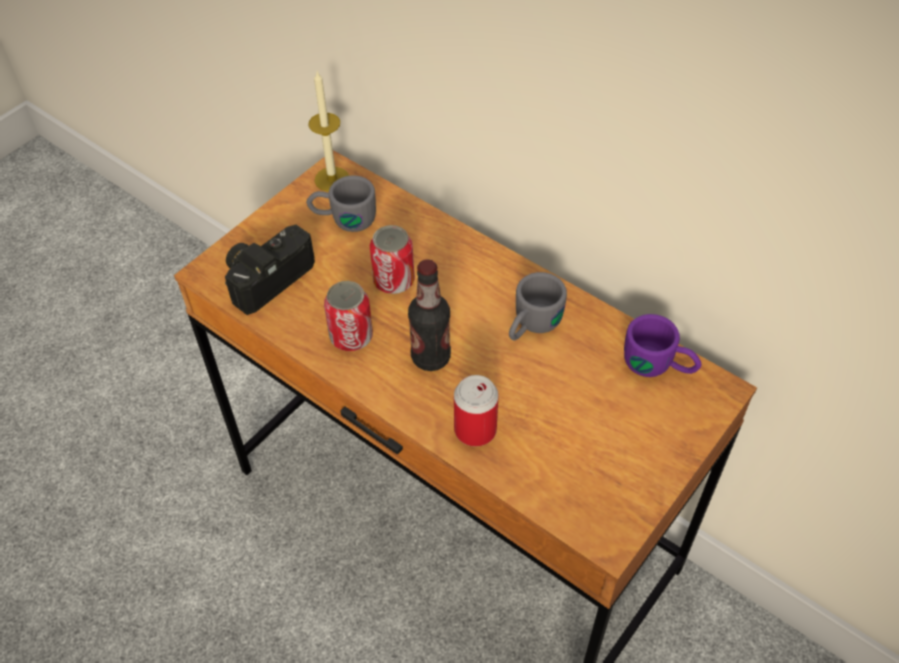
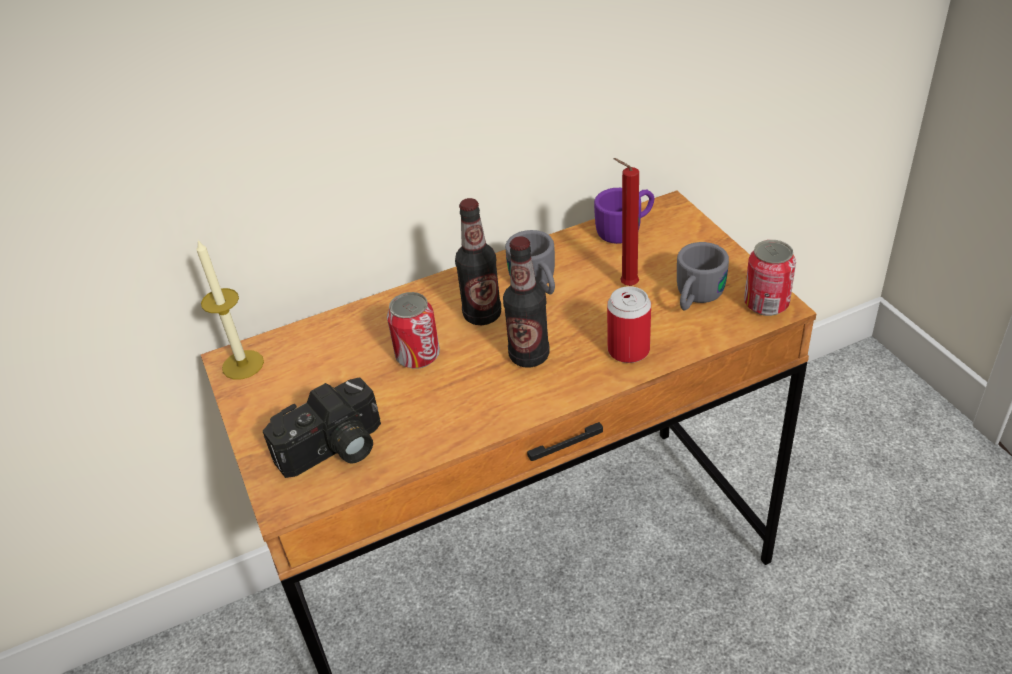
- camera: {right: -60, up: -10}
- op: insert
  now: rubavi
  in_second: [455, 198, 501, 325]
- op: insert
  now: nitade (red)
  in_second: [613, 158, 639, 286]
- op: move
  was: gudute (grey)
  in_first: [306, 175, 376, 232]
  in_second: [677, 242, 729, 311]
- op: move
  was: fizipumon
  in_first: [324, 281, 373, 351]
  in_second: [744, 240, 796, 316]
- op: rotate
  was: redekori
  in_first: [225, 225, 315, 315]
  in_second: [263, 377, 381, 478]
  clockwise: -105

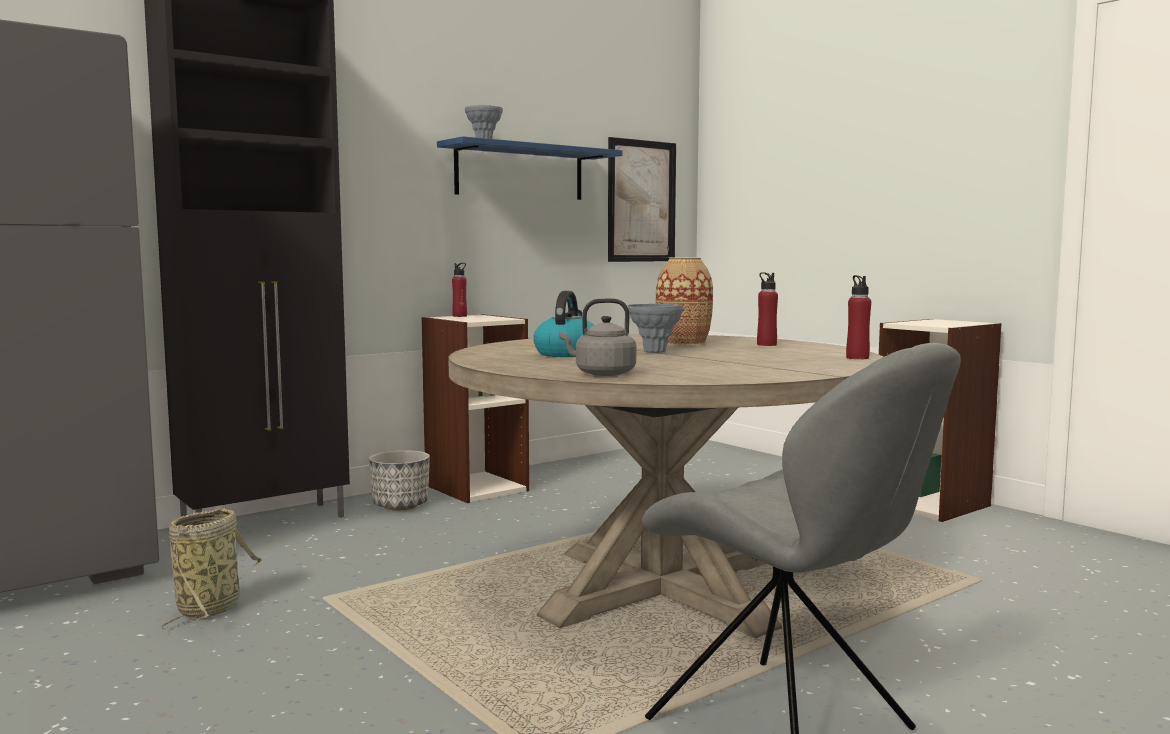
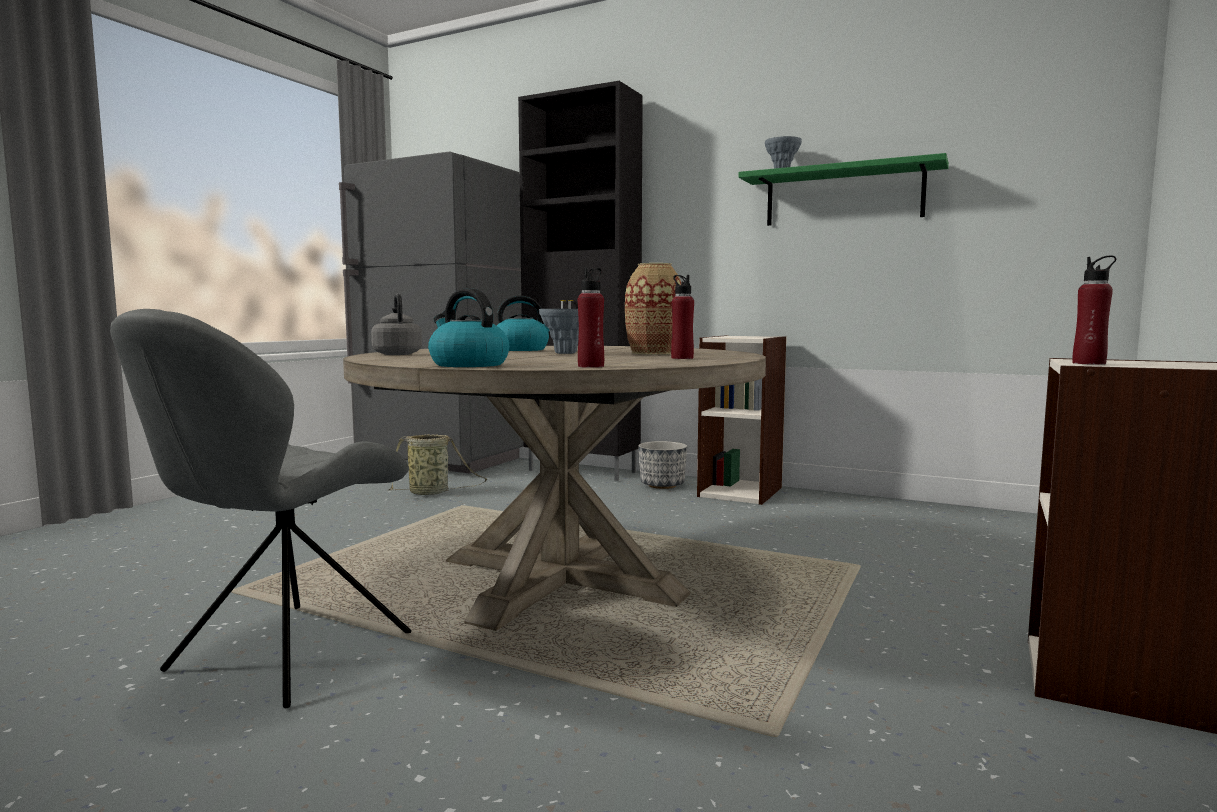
- camera: {right: 65, up: 0}
- op: delete
  was: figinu
  in_first: [608, 137, 676, 262]
- op: insert
  now: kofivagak
  in_second: [428, 288, 510, 367]
- op: move
  was: rubavi (red)
  in_first: [452, 263, 467, 317]
  in_second: [1072, 255, 1116, 365]
- op: recolor
  was: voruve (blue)
  now: voruve (green)
  in_first: [437, 136, 622, 200]
  in_second: [738, 153, 949, 226]

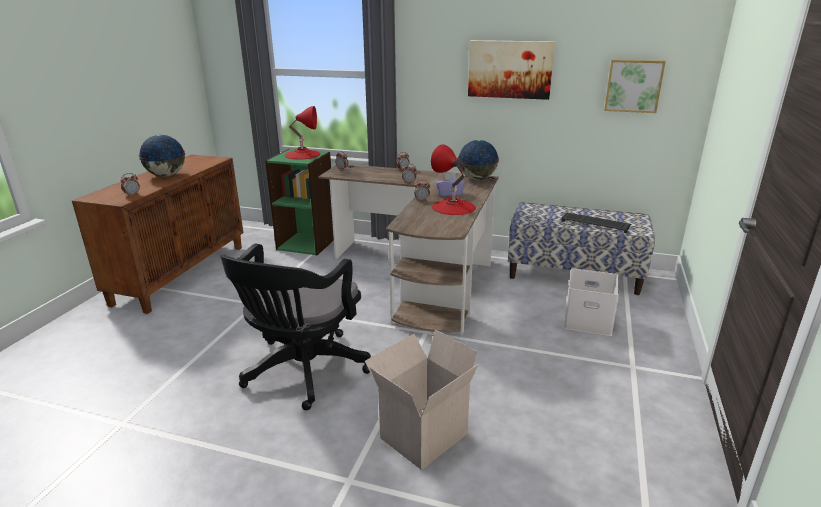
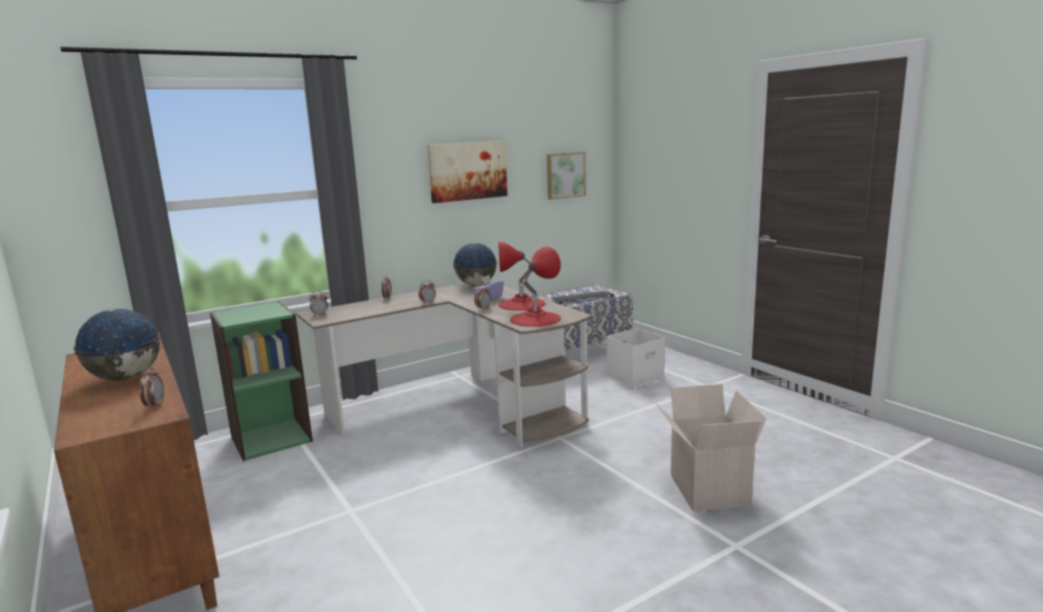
- camera: {right: -50, up: -10}
- op: delete
  was: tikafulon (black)
  in_first: [220, 244, 371, 410]
- op: move
  was: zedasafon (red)
  in_first: [285, 106, 320, 160]
  in_second: [510, 247, 561, 327]

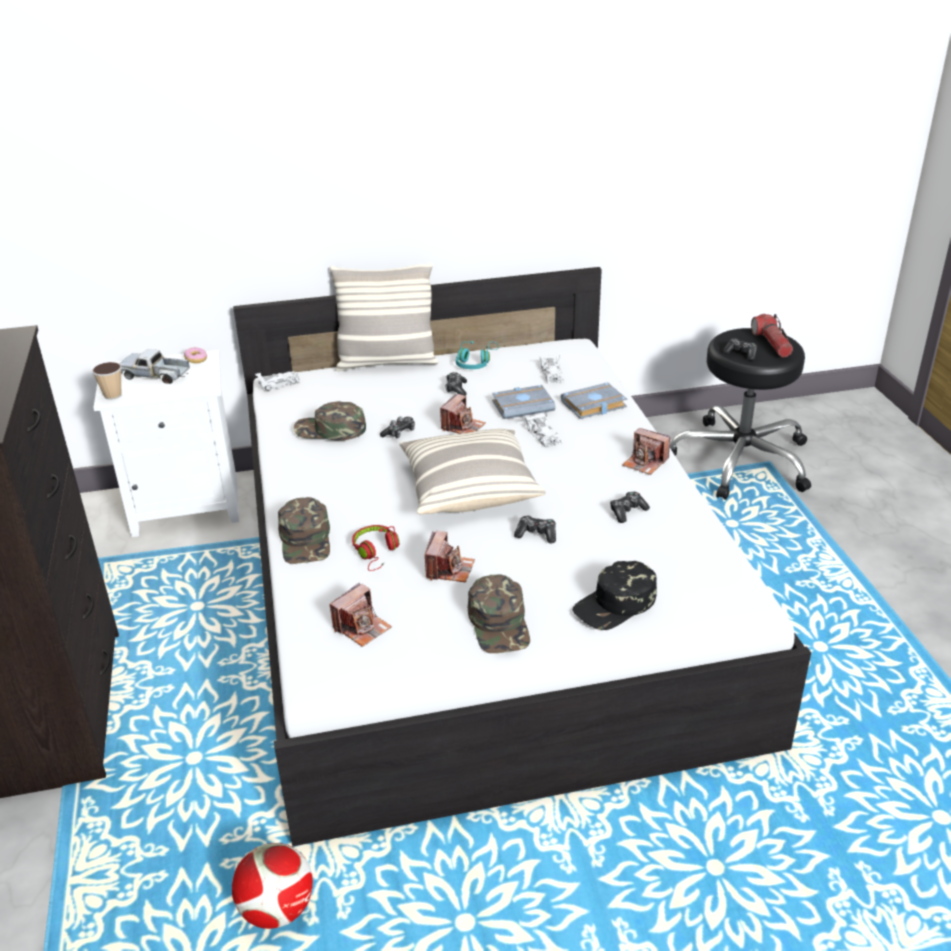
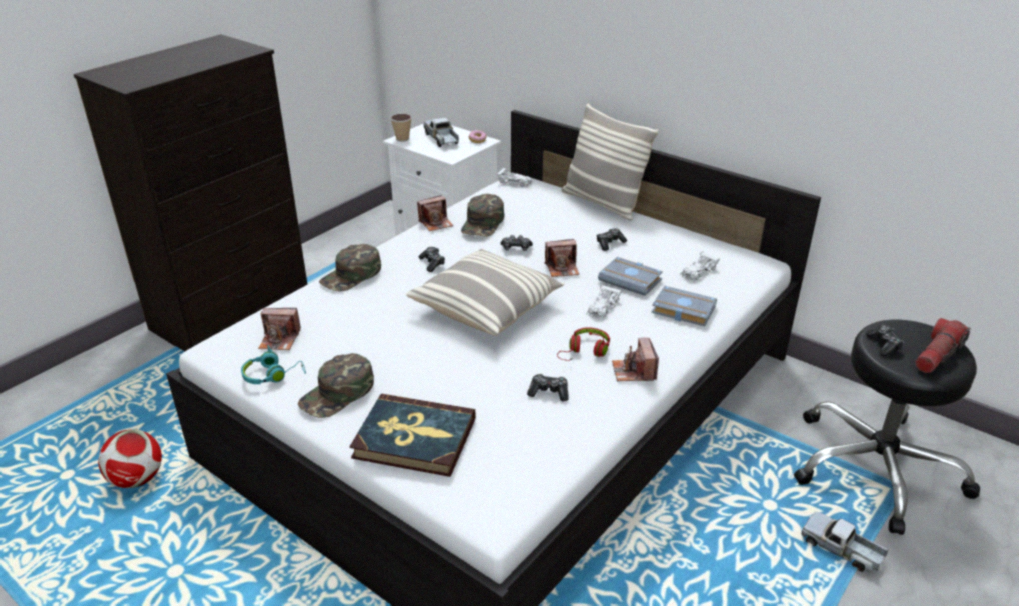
- camera: {right: 50, up: 0}
- op: insert
  now: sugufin
  in_second: [801, 511, 888, 572]
- op: move
  was: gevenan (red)
  in_first: [352, 525, 399, 571]
  in_second: [557, 328, 610, 361]
- op: move
  was: redekori
  in_first: [425, 531, 475, 582]
  in_second: [417, 195, 453, 231]
- op: move
  was: gevenan (turquoise)
  in_first: [456, 341, 499, 369]
  in_second: [241, 345, 306, 384]
- op: move
  was: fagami
  in_first: [514, 515, 556, 543]
  in_second: [418, 247, 445, 272]
- op: replace
  was: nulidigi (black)
  now: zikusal
  in_first: [573, 561, 657, 630]
  in_second: [349, 394, 476, 477]
- op: rotate
  was: nulidigi (green)
  in_first: [294, 401, 366, 440]
  in_second: [461, 194, 505, 237]
  clockwise: -135

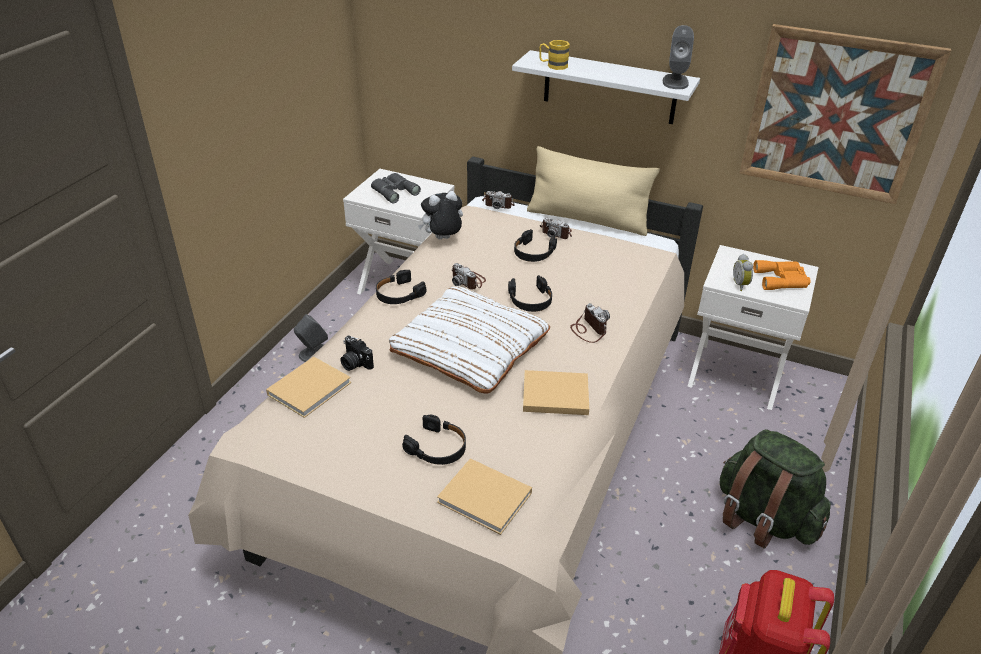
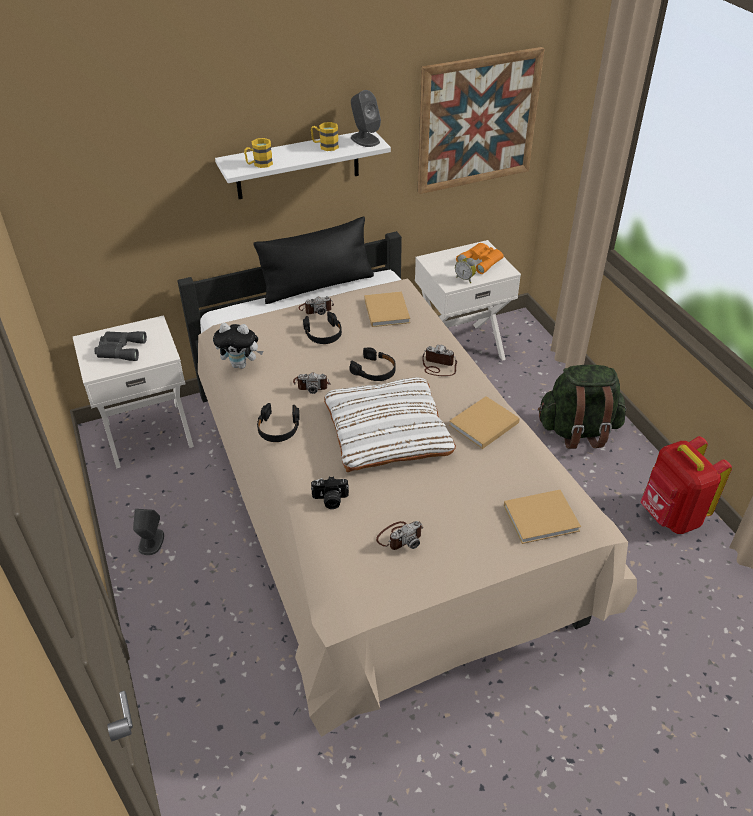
- camera: {right: -45, up: 5}
- op: delete
  was: gevenan (black)
  in_first: [402, 415, 466, 465]
- op: insert
  now: gudute (yellow)
  in_second: [311, 122, 339, 151]
- op: move
  was: zikusal (beige)
  in_first: [266, 357, 351, 418]
  in_second: [364, 291, 410, 327]
- op: move
  was: redekori
  in_first: [482, 191, 514, 209]
  in_second: [376, 521, 424, 550]
- op: recolor
  was: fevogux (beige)
  now: fevogux (black)
  in_first: [527, 146, 660, 236]
  in_second: [253, 216, 374, 304]
- op: rotate
  was: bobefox
  in_first: [418, 191, 463, 239]
  in_second: [213, 323, 263, 369]
  clockwise: -105

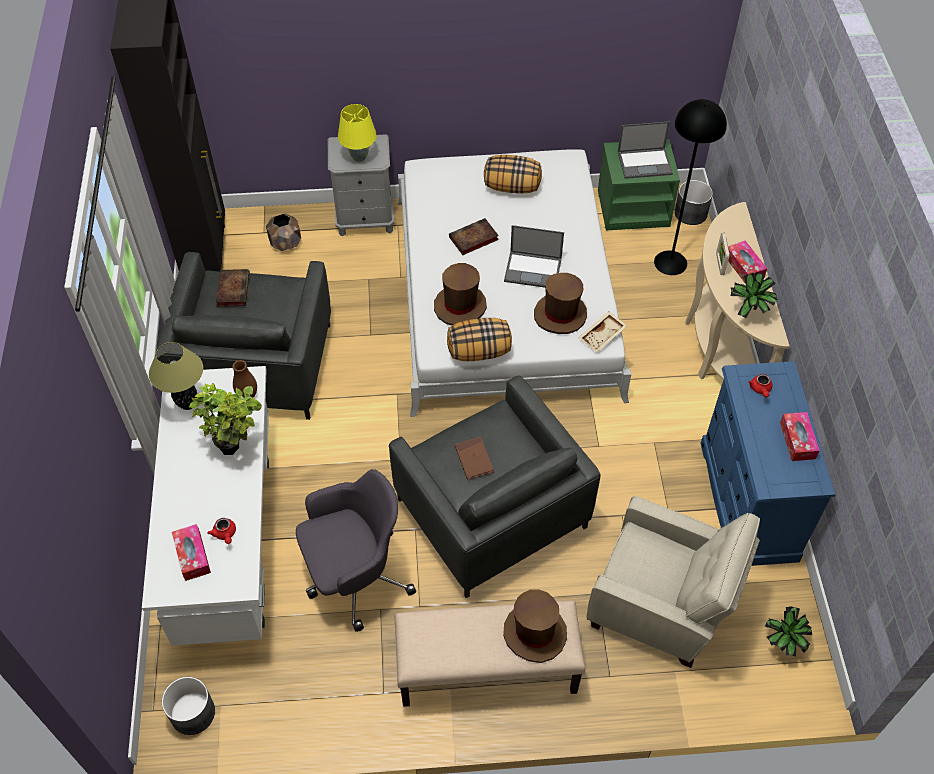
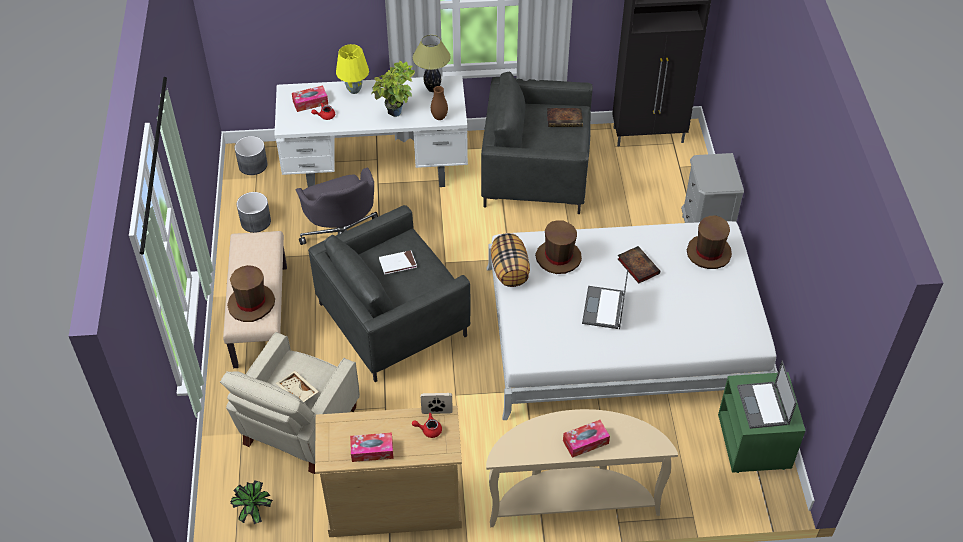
- camera: {right: 90, up: -5}
- op: delete
  was: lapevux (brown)
  in_first: [266, 213, 301, 251]
- op: delete
  was: fevogux
  in_first: [484, 155, 542, 194]
- op: delete
  was: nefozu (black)
  in_first: [654, 99, 727, 275]
- op: delete
  was: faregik
  in_first: [731, 272, 778, 318]
- op: move
  was: zedasafon (yellow)
  in_first: [338, 104, 377, 162]
  in_second: [336, 44, 369, 94]
- op: move
  was: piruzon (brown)
  in_first: [534, 273, 587, 334]
  in_second: [687, 215, 732, 269]
- op: move
  was: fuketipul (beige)
  in_first: [578, 311, 627, 352]
  in_second: [276, 371, 319, 402]
- op: move
  was: lapevux (grey)
  in_first: [675, 180, 713, 225]
  in_second: [237, 192, 271, 233]
- op: move
  was: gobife
  in_first: [716, 233, 730, 275]
  in_second: [421, 393, 453, 414]
- op: recolor
  was: zikusal (brown)
  now: zikusal (white)
  in_first: [455, 437, 494, 480]
  in_second: [379, 250, 417, 274]
- op: recolor
  was: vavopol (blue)
  now: vavopol (beige)
  in_first: [700, 361, 835, 566]
  in_second: [315, 406, 462, 537]

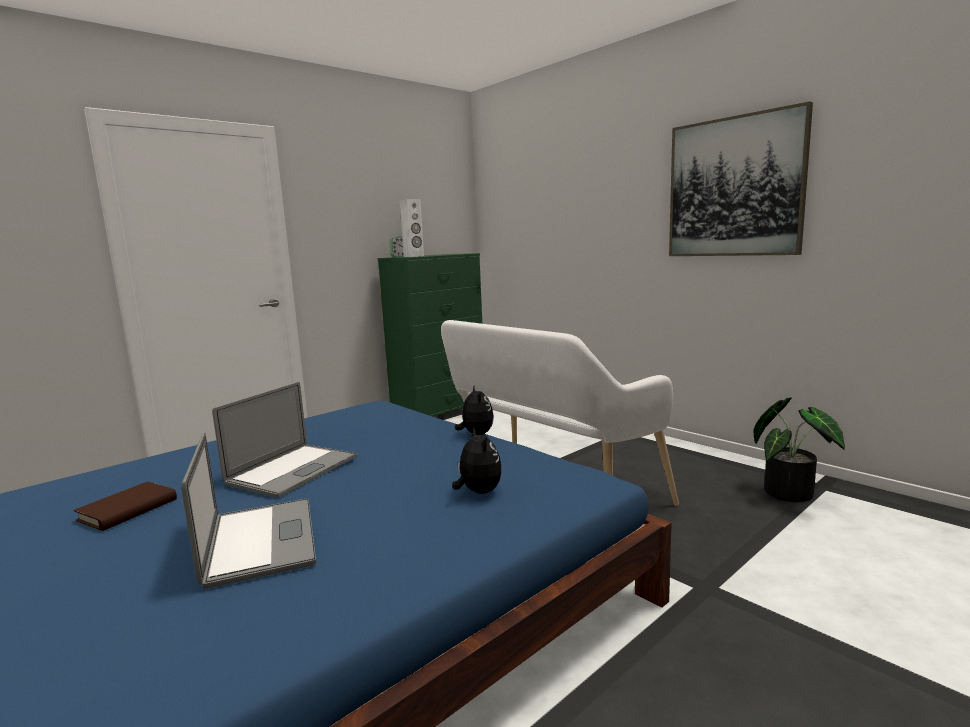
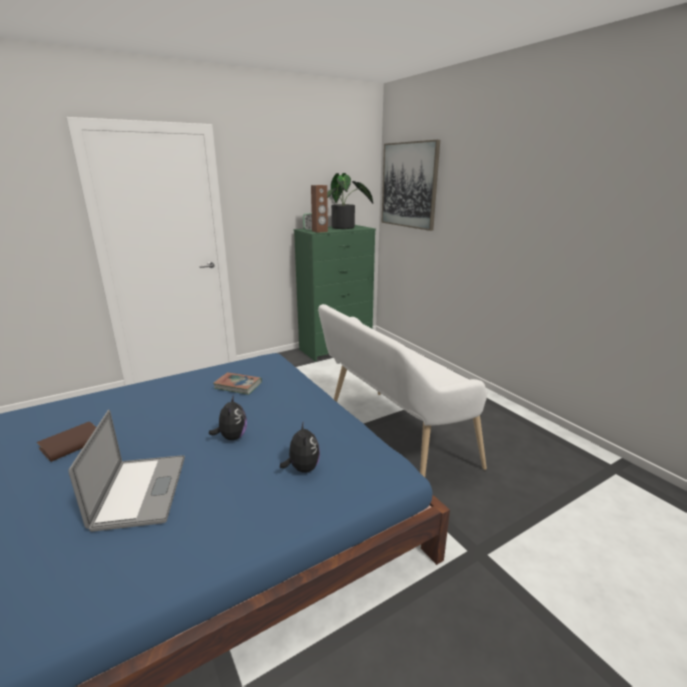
- camera: {right: 10, up: 10}
- op: delete
  was: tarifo
  in_first: [212, 382, 357, 498]
- op: insert
  now: zikusal
  in_second: [213, 372, 262, 395]
- op: move
  was: bobefox
  in_first: [455, 386, 494, 435]
  in_second: [209, 395, 247, 440]
- op: move
  was: figinu
  in_first: [669, 101, 813, 256]
  in_second: [381, 140, 440, 231]
- op: move
  was: faregik
  in_first: [753, 397, 845, 502]
  in_second: [327, 173, 373, 229]
- op: recolor
  was: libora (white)
  now: libora (brown)
  in_first: [400, 199, 424, 257]
  in_second: [311, 185, 328, 233]

